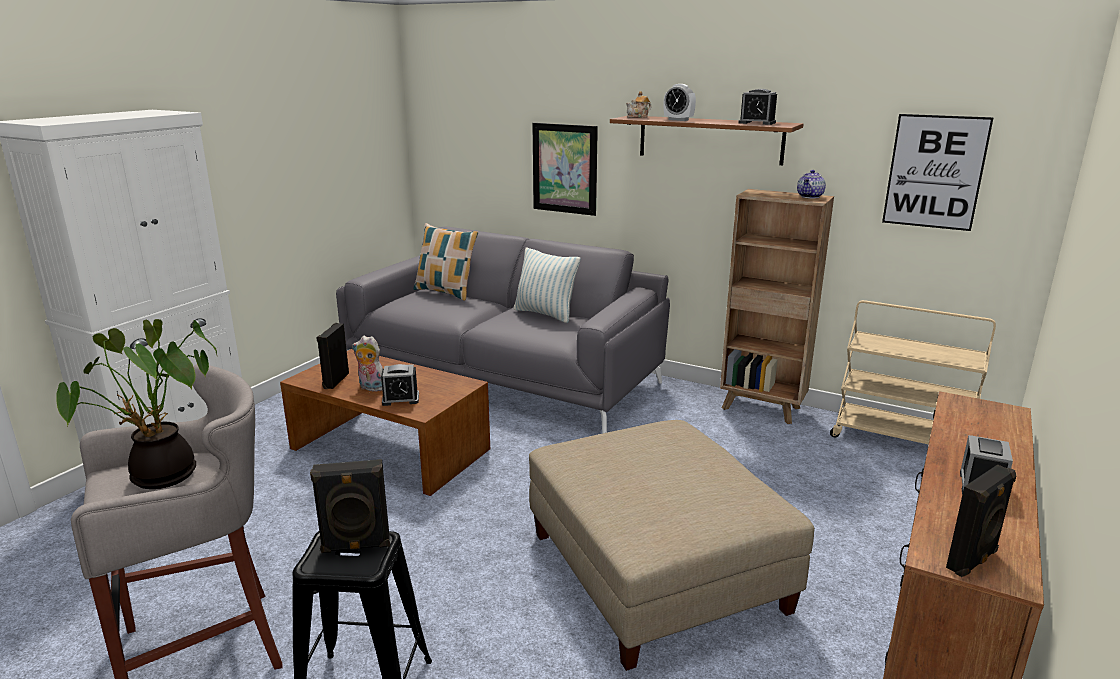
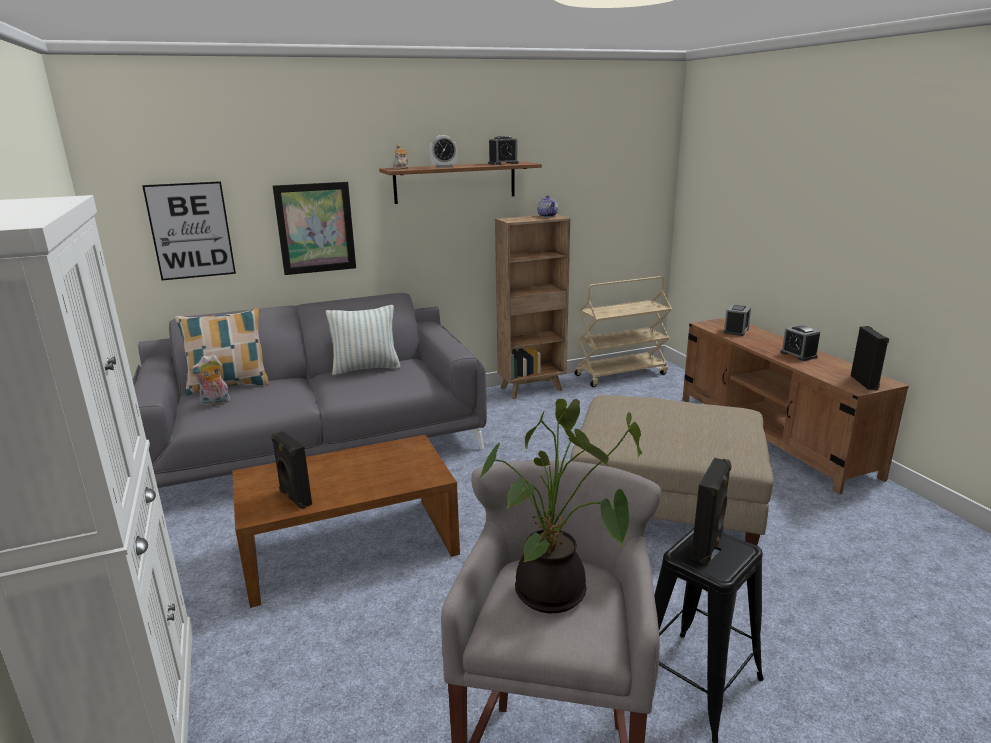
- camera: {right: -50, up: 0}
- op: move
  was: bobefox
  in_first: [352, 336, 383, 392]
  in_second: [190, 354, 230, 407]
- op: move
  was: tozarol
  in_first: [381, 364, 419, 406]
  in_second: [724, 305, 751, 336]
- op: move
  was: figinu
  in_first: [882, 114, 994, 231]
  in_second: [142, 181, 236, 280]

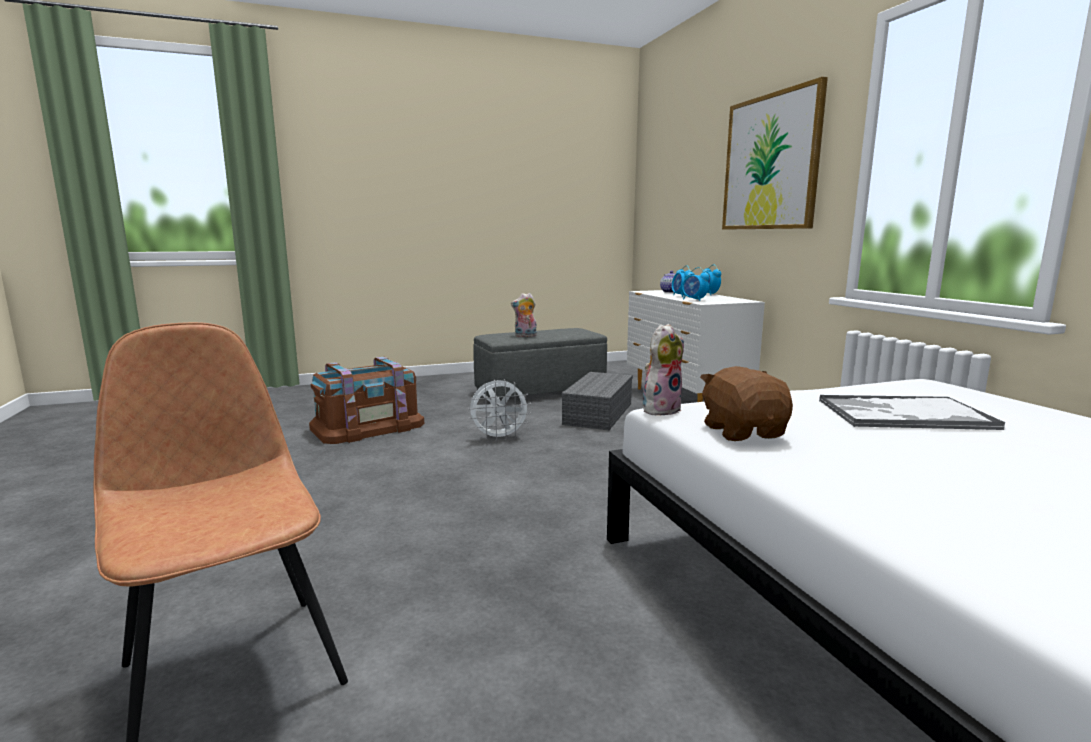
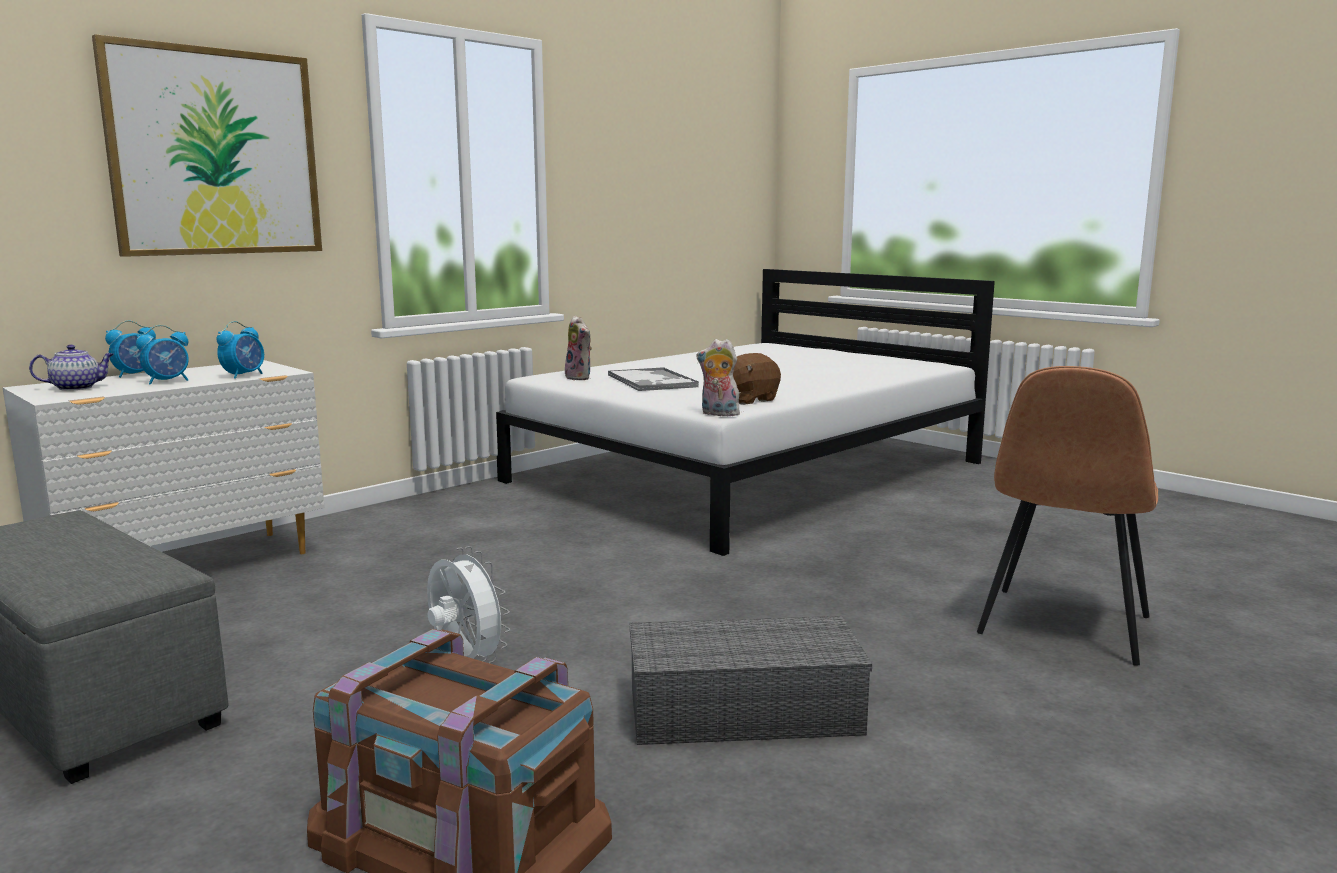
- camera: {right: -115, up: 0}
- op: move
  was: bobefox
  in_first: [511, 293, 537, 337]
  in_second: [565, 316, 592, 380]
- op: move
  was: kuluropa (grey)
  in_first: [562, 372, 633, 430]
  in_second: [630, 616, 872, 745]

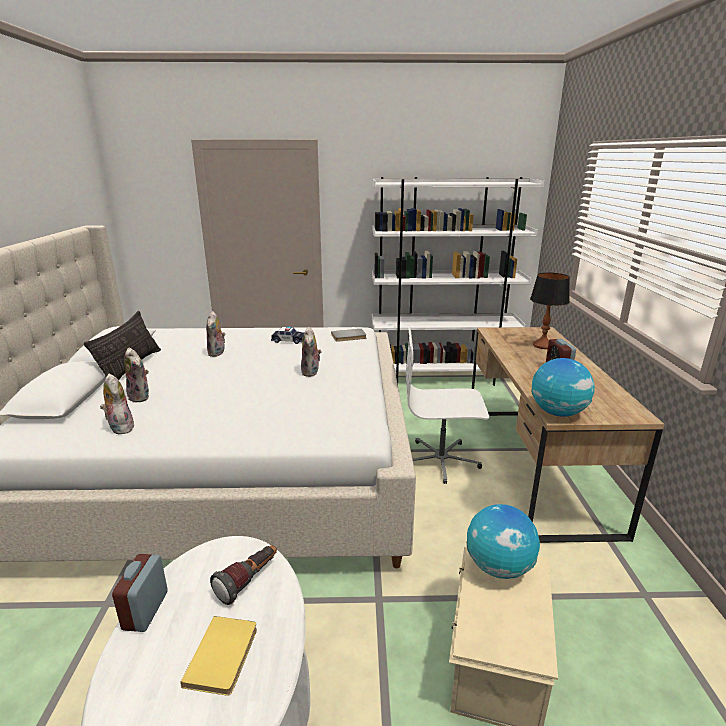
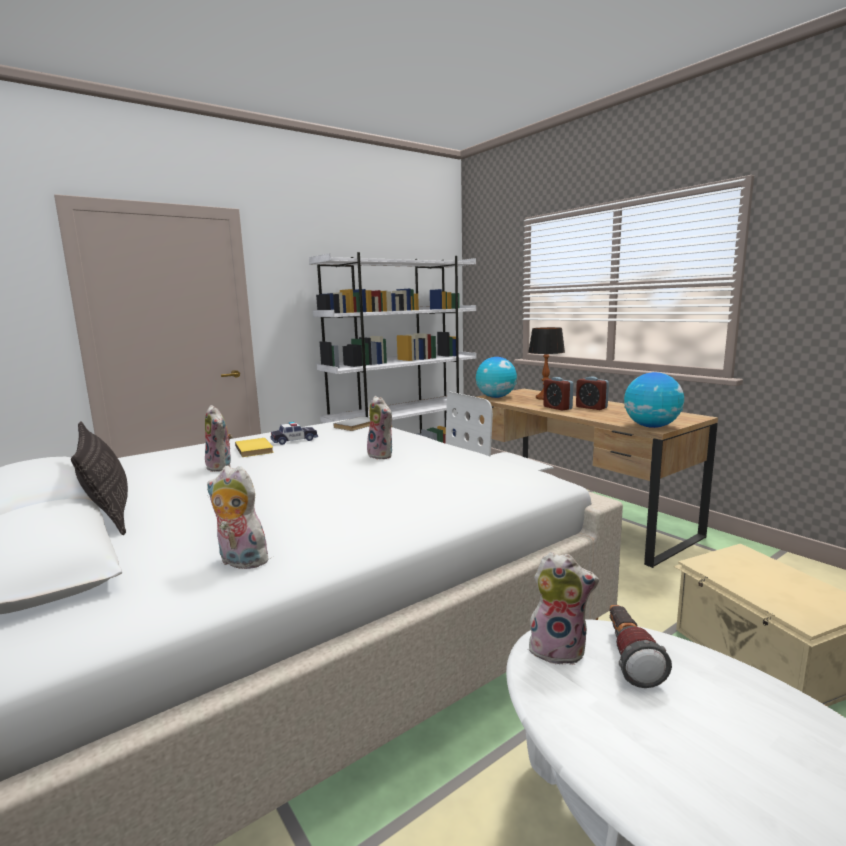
- camera: {right: -35, up: -10}
- op: move
  was: tozarol
  in_first: [112, 554, 168, 632]
  in_second: [543, 377, 573, 411]
- op: move
  was: bobefox
  in_first: [124, 348, 149, 403]
  in_second: [529, 552, 599, 665]
- op: move
  was: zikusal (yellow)
  in_first: [180, 616, 257, 696]
  in_second: [235, 438, 274, 457]
- op: move
  was: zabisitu
  in_first: [467, 504, 540, 579]
  in_second: [476, 357, 517, 398]

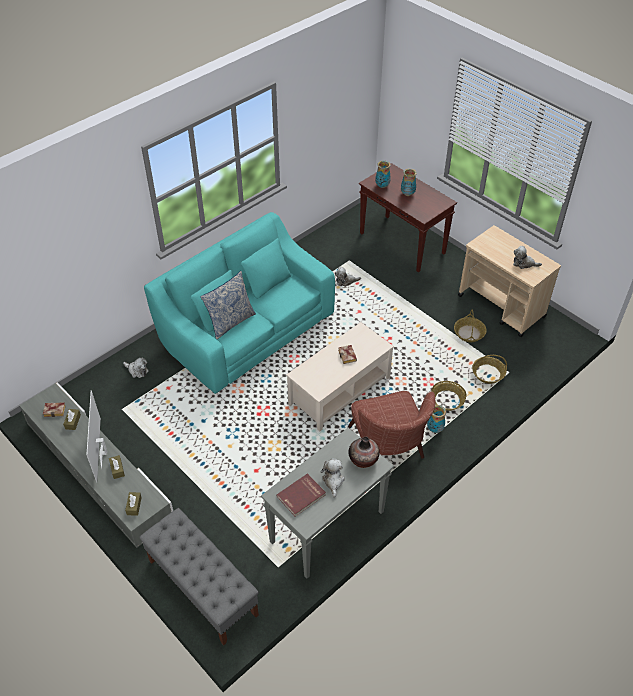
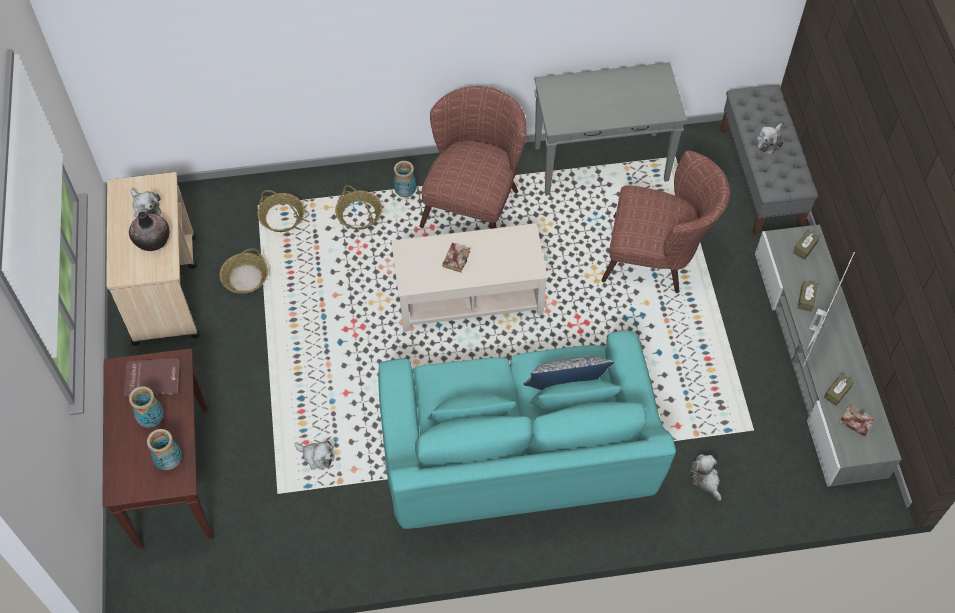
- camera: {right: -145, up: 10}
- op: insert
  now: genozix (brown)
  in_second: [601, 150, 730, 293]
- op: move
  was: zikusal (red)
  in_first: [277, 473, 326, 517]
  in_second: [124, 358, 180, 398]
- op: move
  was: bobefox
  in_first: [321, 458, 345, 498]
  in_second: [757, 123, 784, 155]
- op: move
  was: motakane
  in_first: [348, 436, 380, 468]
  in_second: [129, 211, 169, 251]

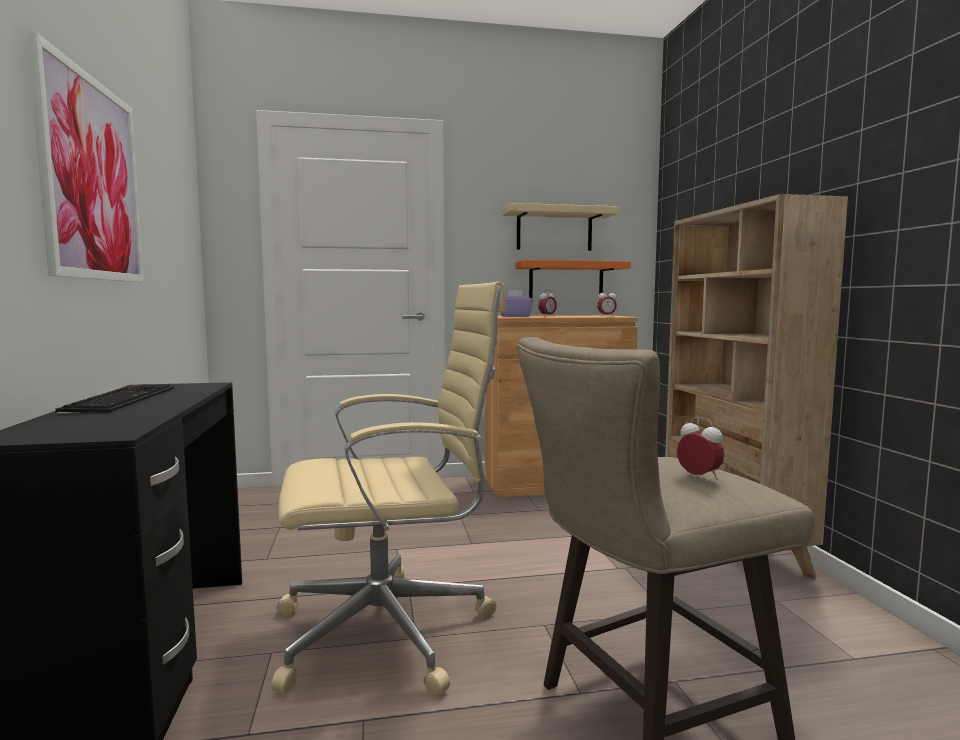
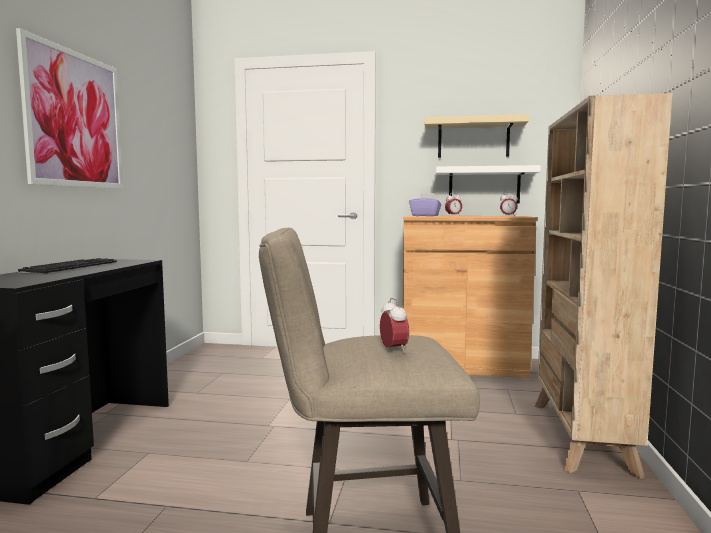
- camera: {right: 20, up: 0}
- op: delete
  was: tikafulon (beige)
  in_first: [271, 282, 506, 696]
- op: recolor
  was: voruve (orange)
  now: voruve (white)
  in_first: [515, 260, 631, 300]
  in_second: [436, 165, 540, 203]

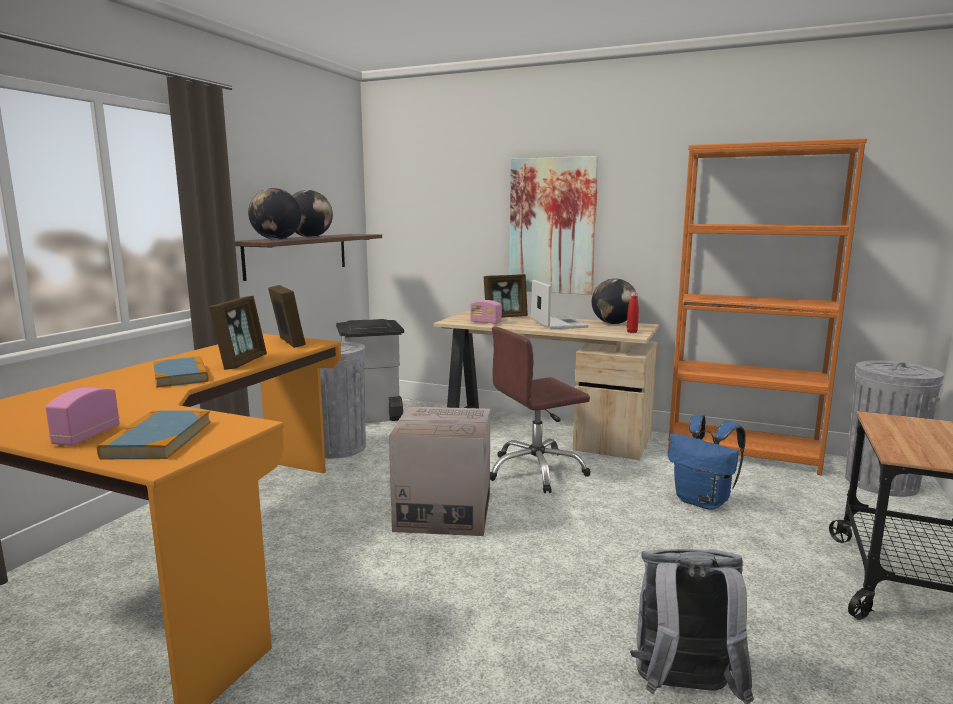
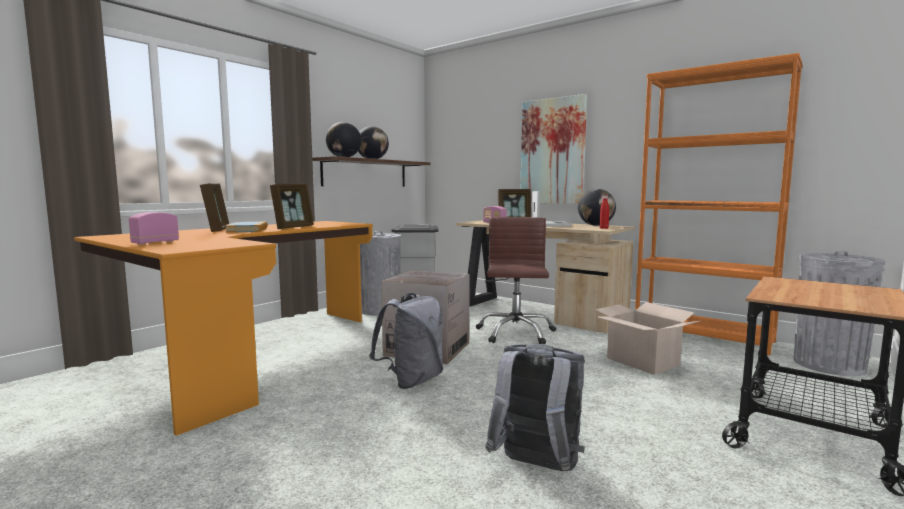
- camera: {right: 15, up: -5}
- op: delete
  was: zikusal
  in_first: [97, 410, 211, 459]
- op: insert
  now: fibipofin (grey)
  in_second: [369, 293, 443, 389]
- op: move
  was: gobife
  in_first: [268, 285, 306, 348]
  in_second: [200, 183, 229, 232]
- op: replace
  was: fibipofin (blue)
  now: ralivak
  in_first: [668, 415, 746, 510]
  in_second: [595, 302, 699, 375]
- op: rotate
  was: tikafulon (brown)
  in_first: [490, 327, 591, 493]
  in_second: [476, 217, 556, 344]
  clockwise: 105

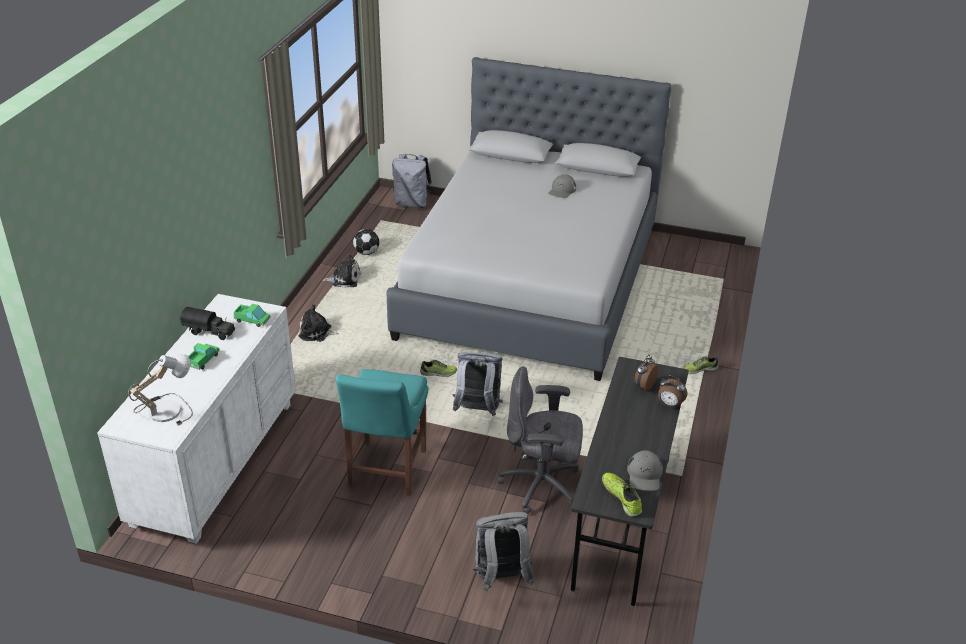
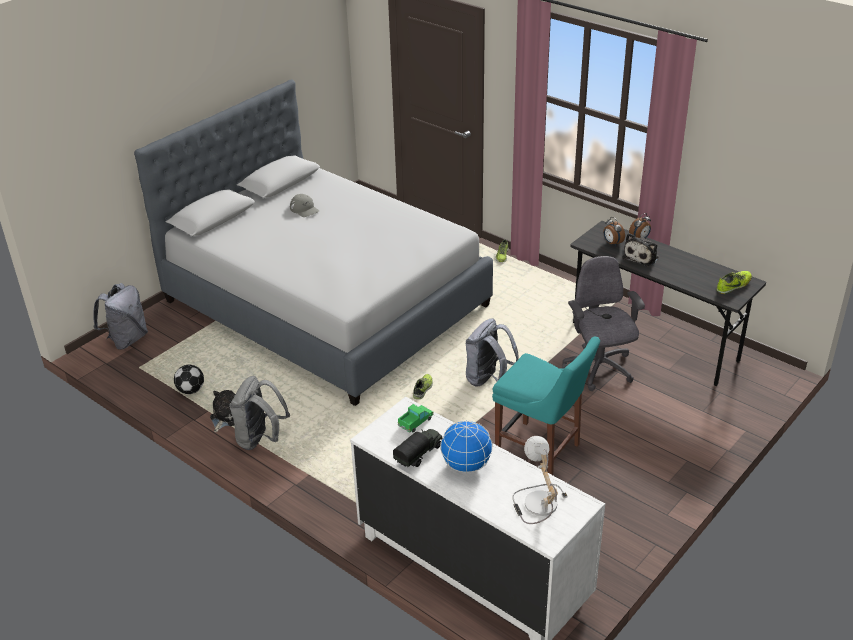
- camera: {right: -65, up: 0}
- op: delete
  was: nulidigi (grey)
  in_first: [627, 450, 663, 491]
- op: move
  was: bobefox
  in_first: [299, 304, 339, 342]
  in_second: [622, 233, 659, 266]
- op: move
  was: fibipofin (grey)
  in_first: [473, 512, 534, 591]
  in_second: [229, 376, 290, 450]
- op: replace
  was: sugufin
  now: zabisitu
  in_first: [189, 343, 220, 370]
  in_second: [440, 420, 493, 473]
- op: rotate
  was: tikafulon (grey)
  in_first: [498, 366, 583, 514]
  in_second: [562, 256, 645, 391]
  clockwise: 135
- op: rotate
  was: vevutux
  in_first: [602, 473, 642, 517]
  in_second: [716, 271, 752, 294]
  clockwise: 150

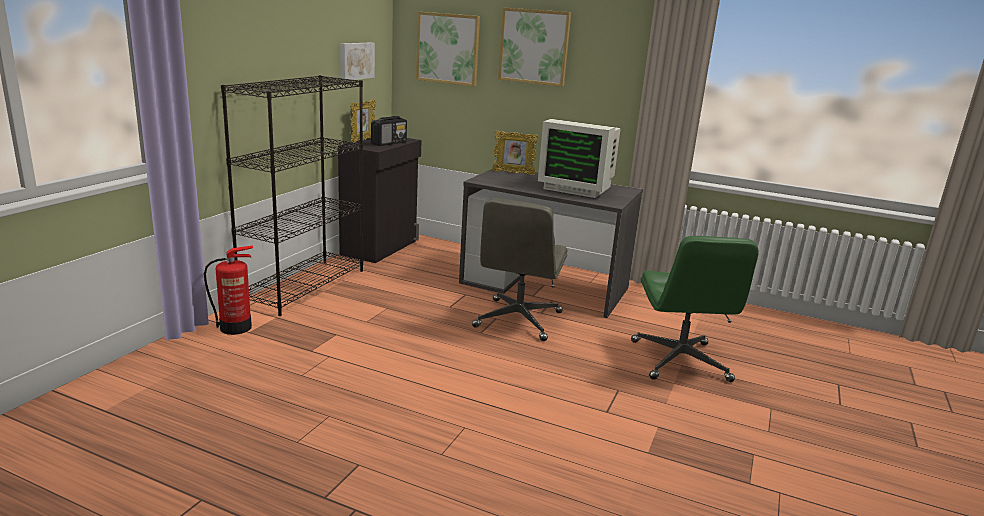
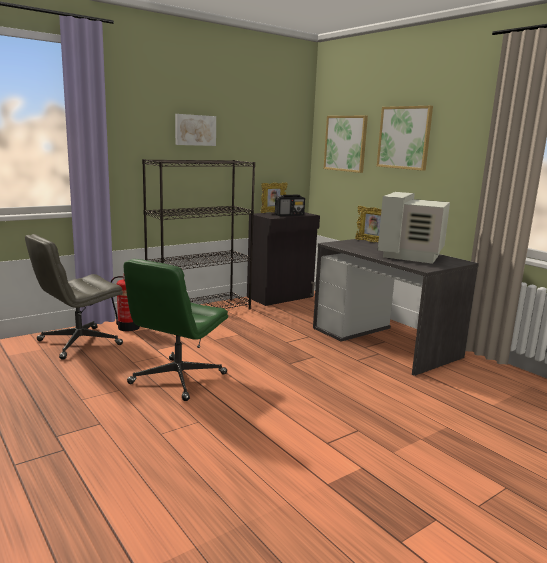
- camera: {right: 30, up: -5}
- op: move
  was: figinu
  in_first: [340, 42, 375, 81]
  in_second: [175, 114, 216, 146]
- op: move
  was: tikafulon (grey)
  in_first: [472, 198, 568, 341]
  in_second: [25, 234, 123, 360]
- op: move
  was: tikafulon (green)
  in_first: [631, 236, 759, 382]
  in_second: [124, 259, 228, 401]
- op: rotate
  was: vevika
  in_first: [538, 119, 621, 198]
  in_second: [378, 192, 450, 264]
  clockwise: 60

